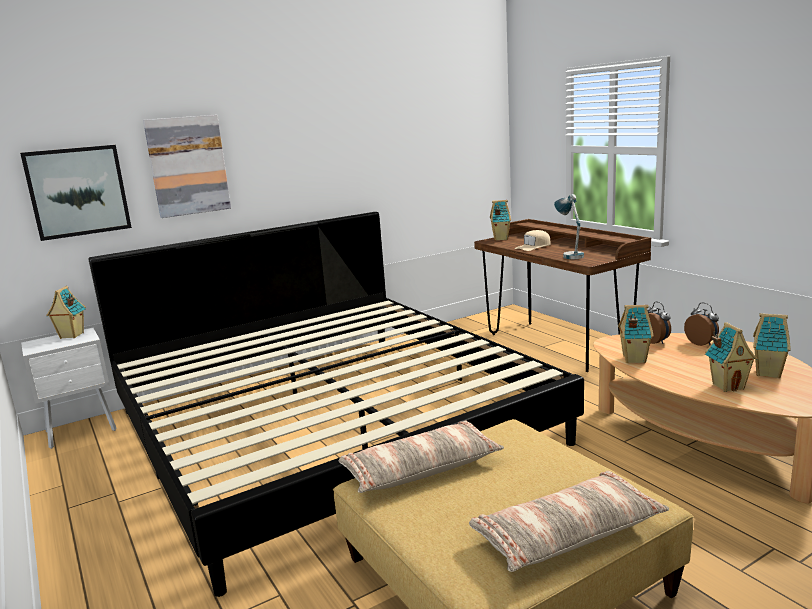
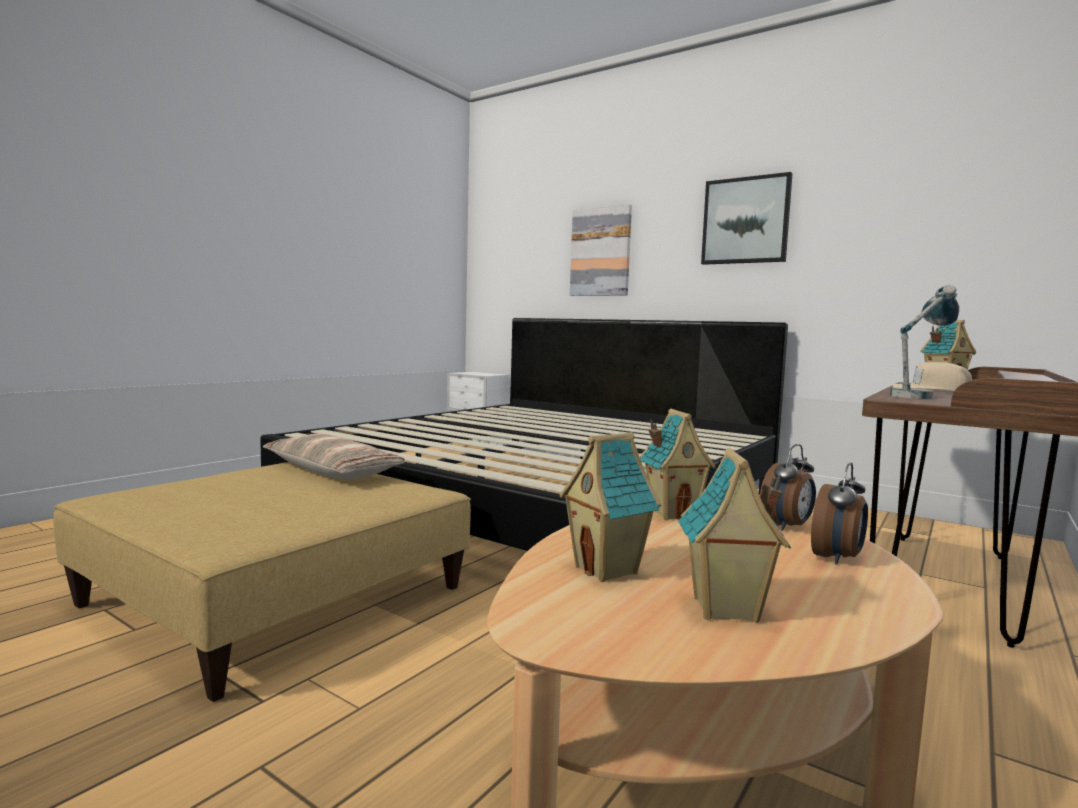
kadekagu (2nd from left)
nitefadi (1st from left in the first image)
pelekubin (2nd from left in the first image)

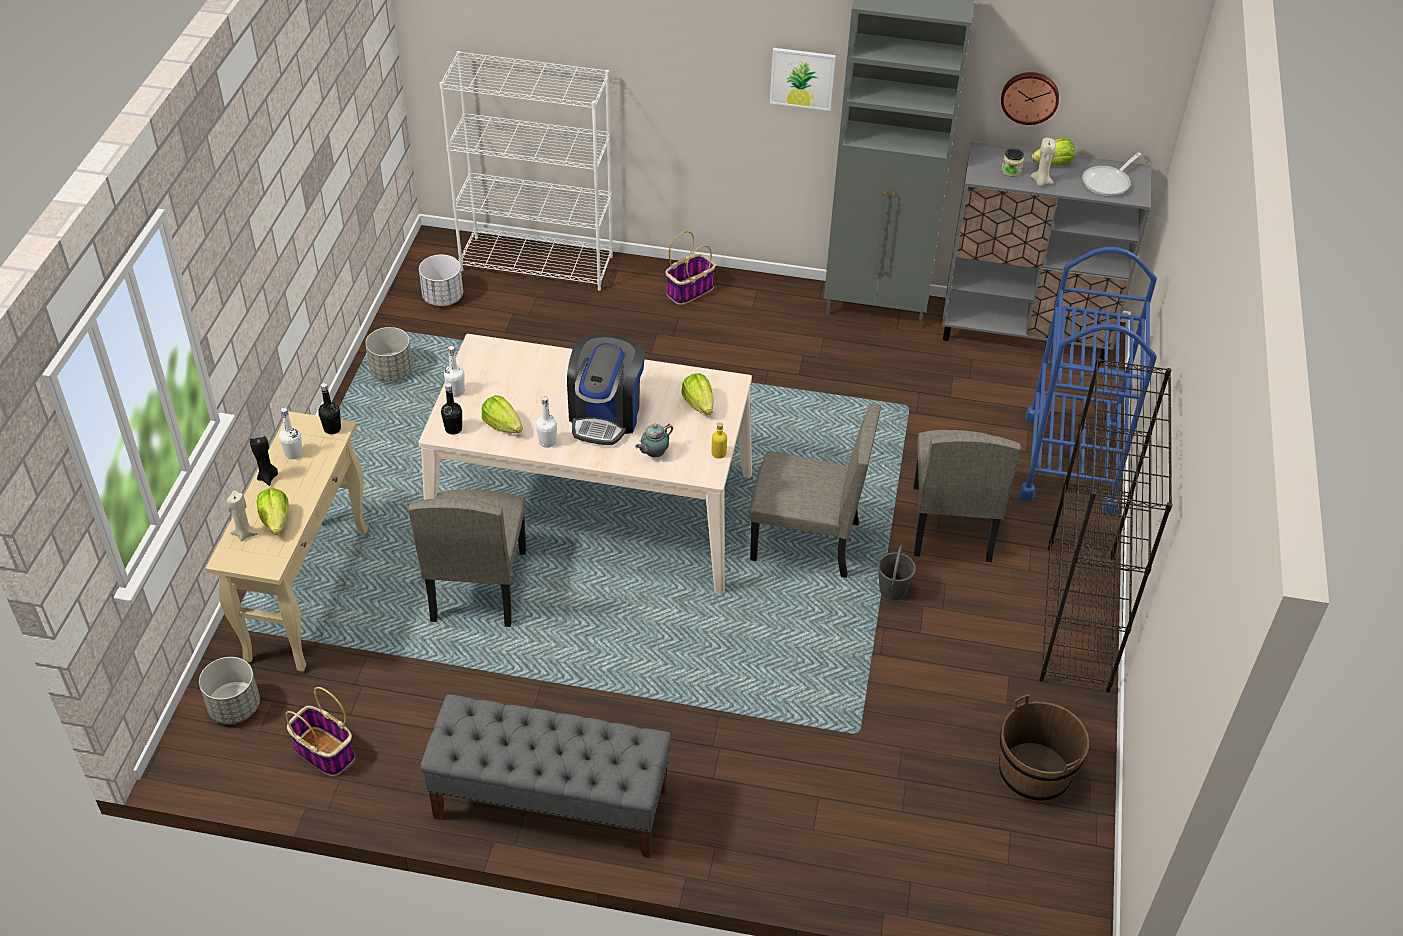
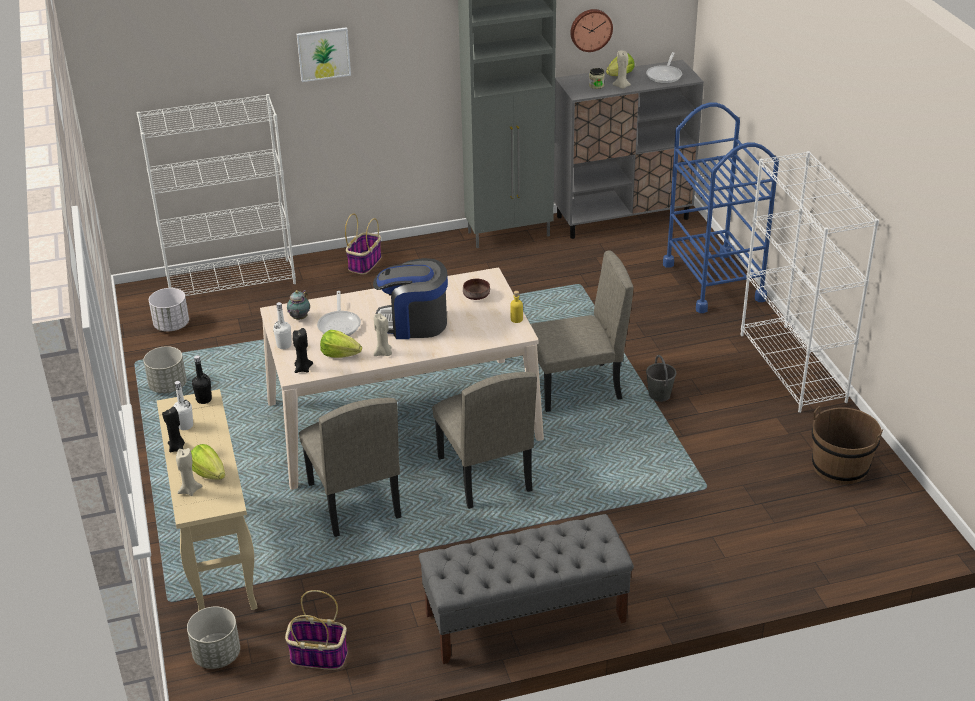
kadekagu
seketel
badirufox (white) (2nd from left)
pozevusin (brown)
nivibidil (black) (2nd from left)
nivibidil (beige) (2nd from left)
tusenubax
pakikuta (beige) (2nd from left)
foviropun (1st from left)

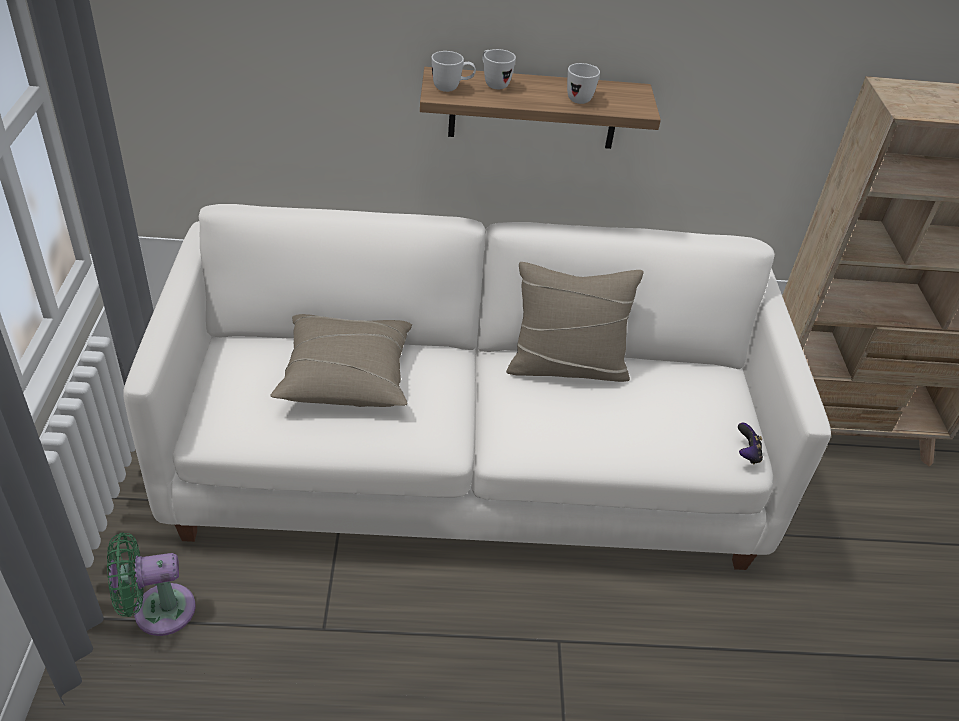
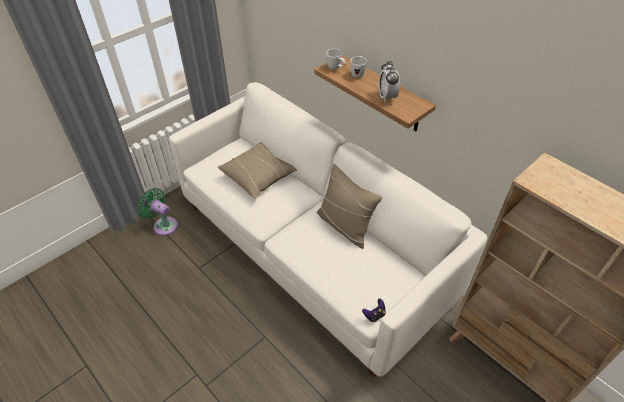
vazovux

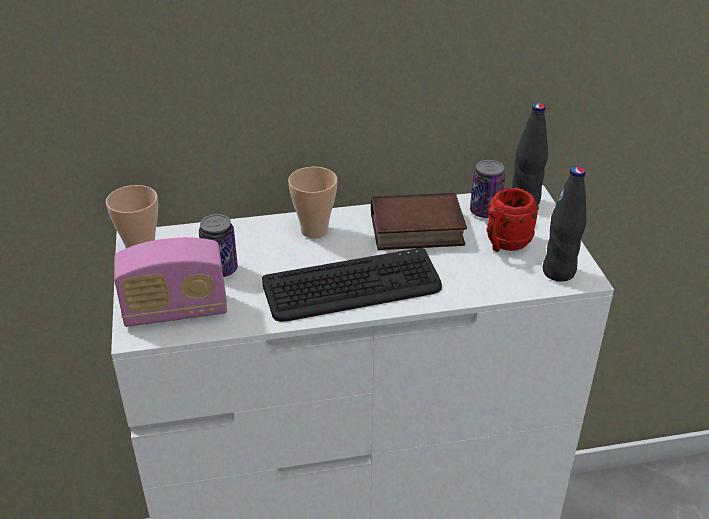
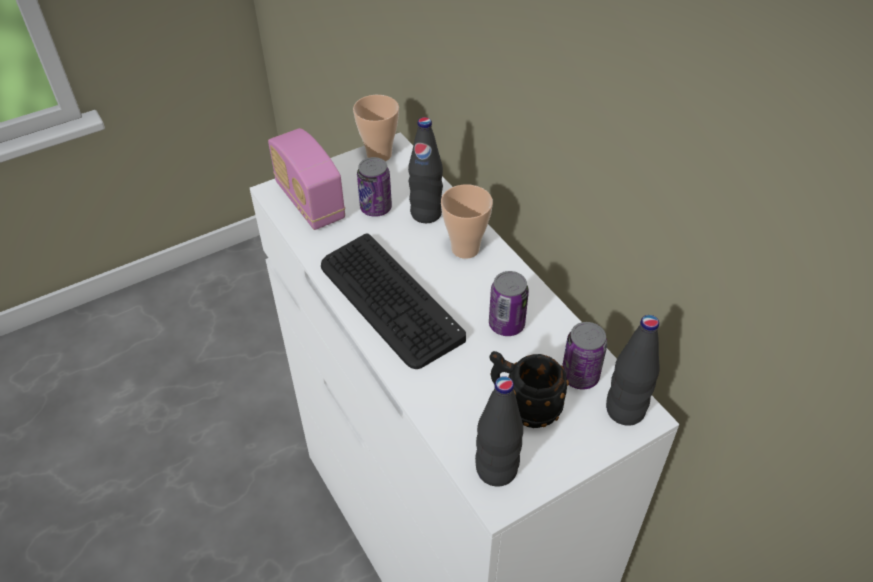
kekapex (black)
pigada (2nd from left)
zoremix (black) (1st from left)

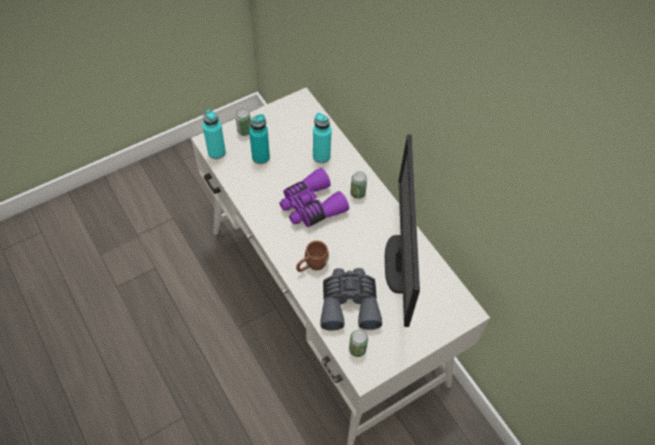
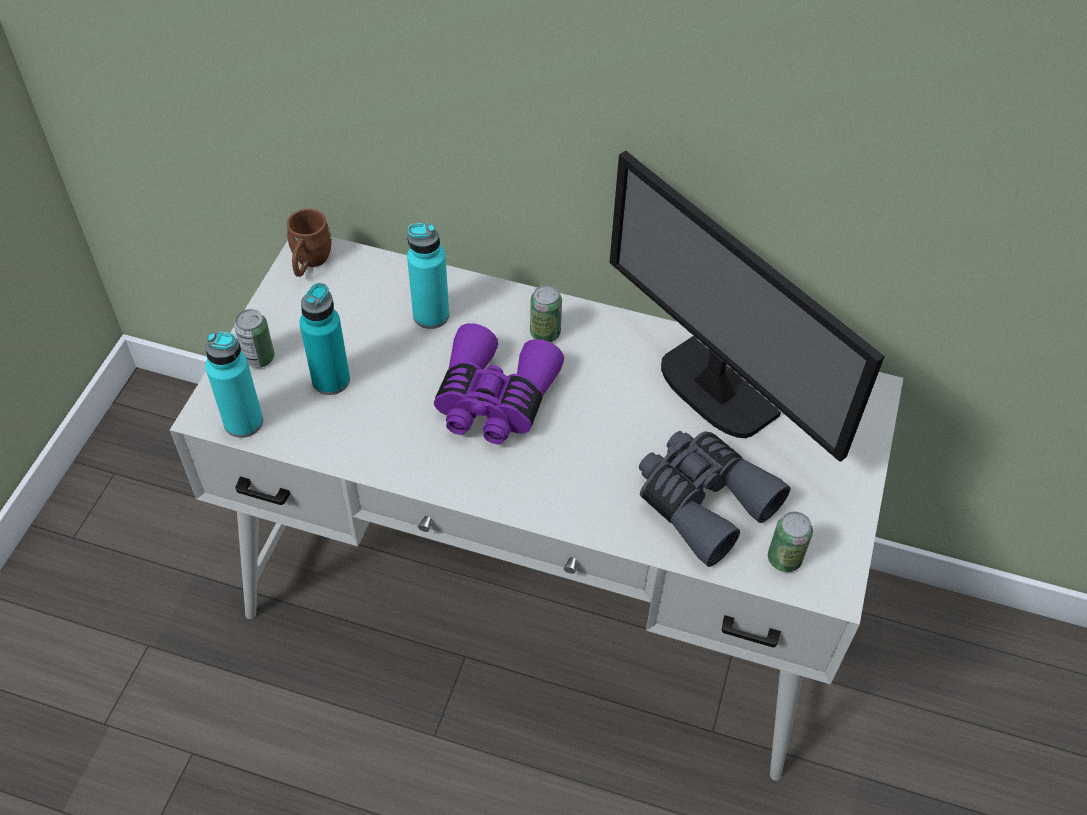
kekapex (brown)

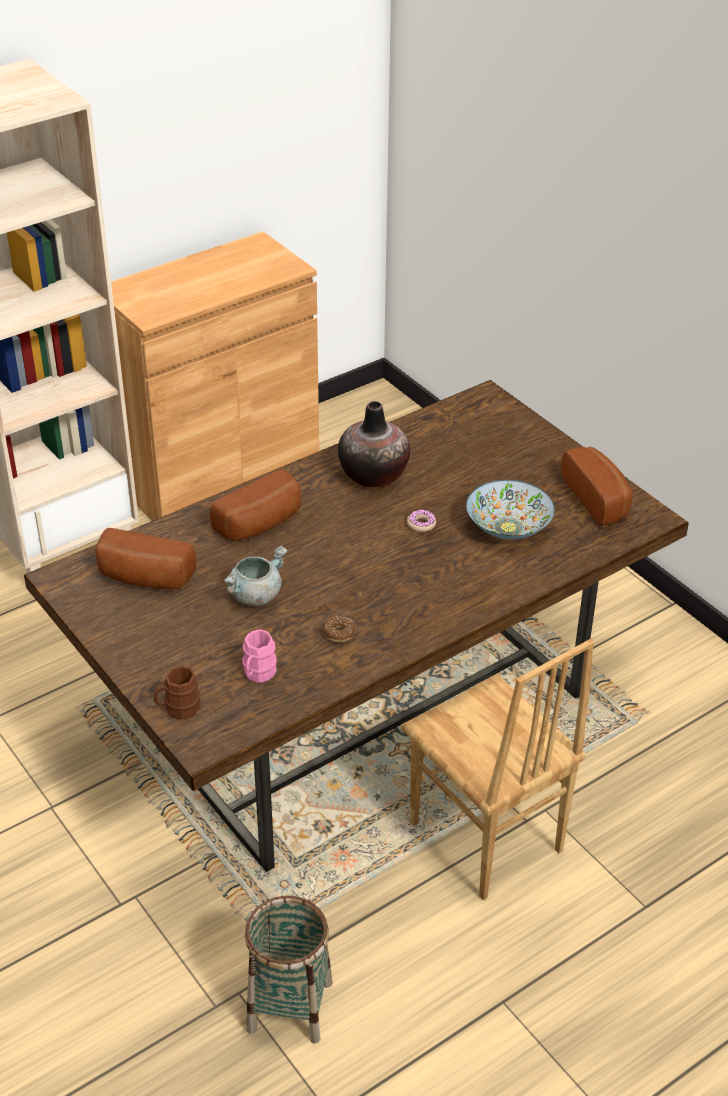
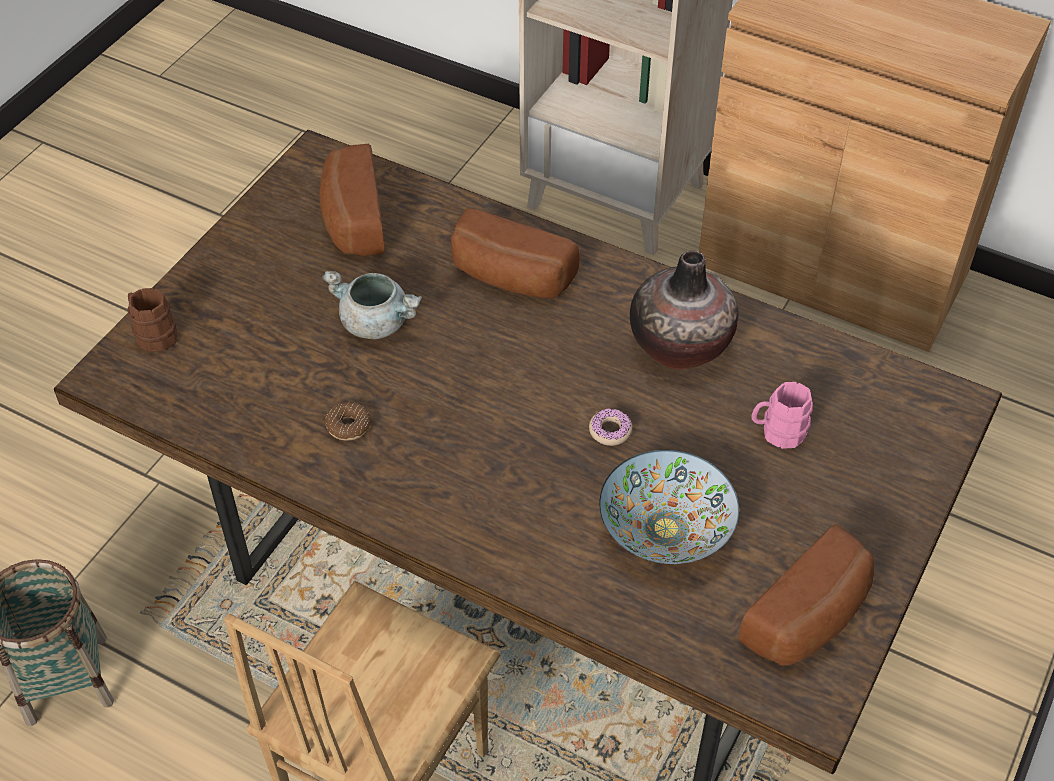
kekapex (pink)

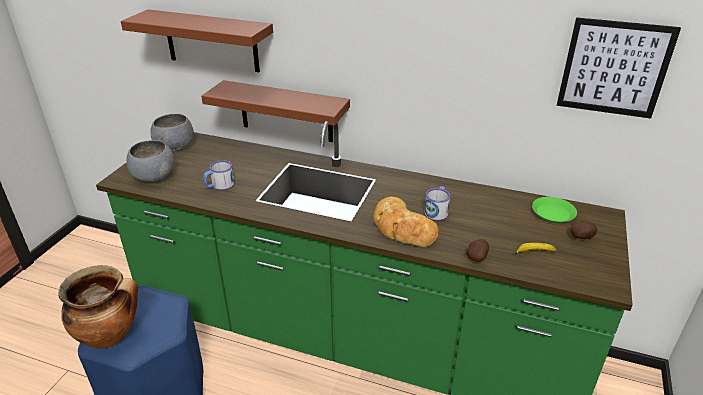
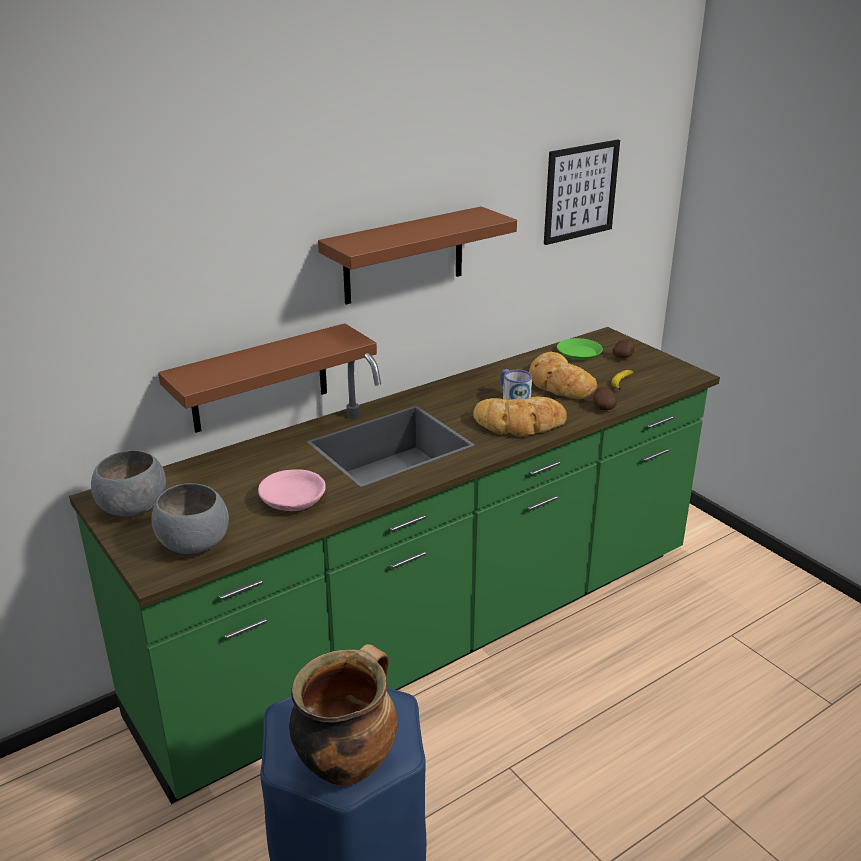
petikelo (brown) (2nd from left)
pozevusin (pink)
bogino (2nd from left)

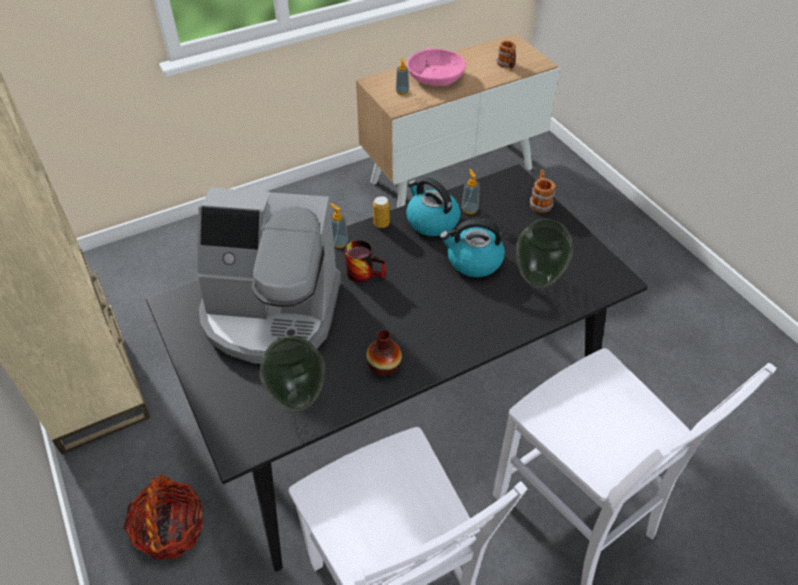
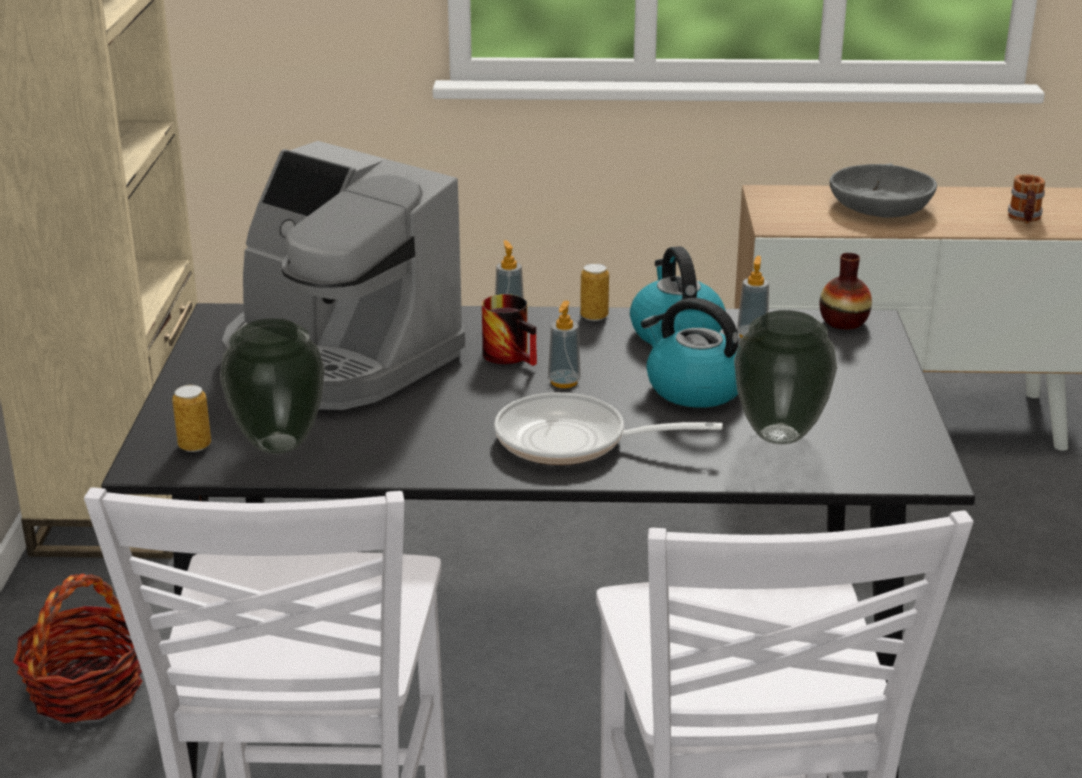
pozevusin (grey)
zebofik (2nd from left)
kekapex (3rd from left in the first image)
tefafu (3rd from left)
pigada (1st from left)
foviropun

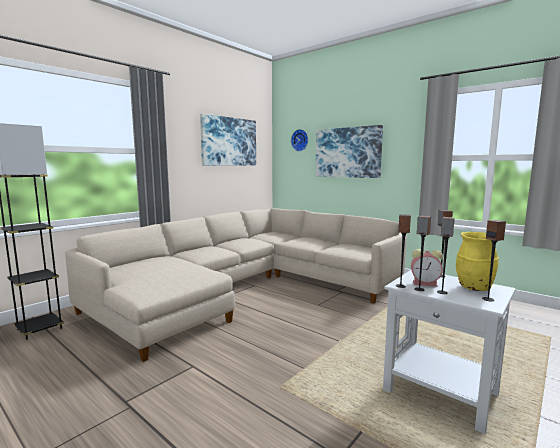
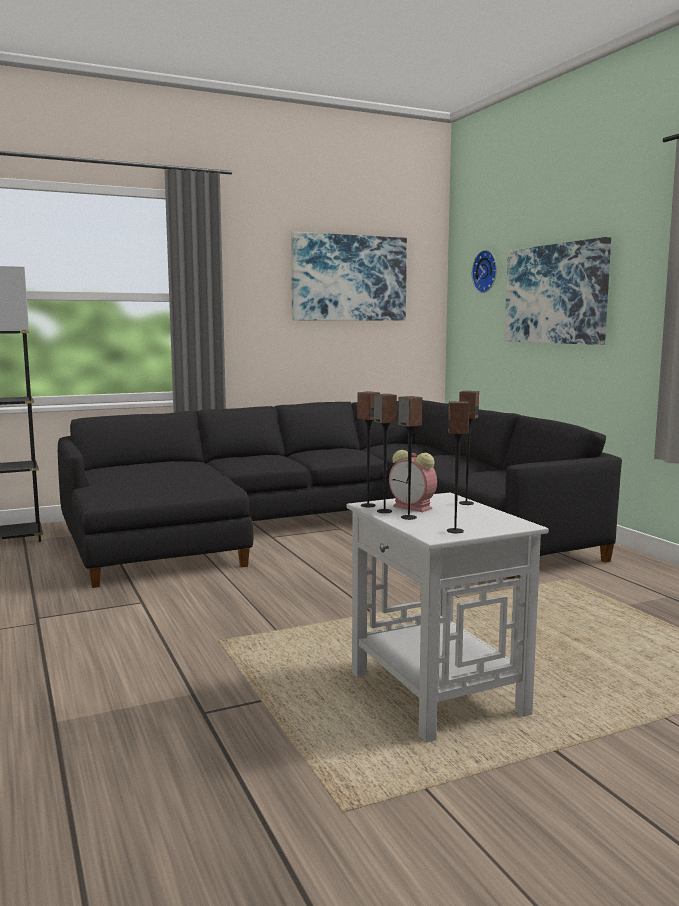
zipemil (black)
tefafu (yellow)

